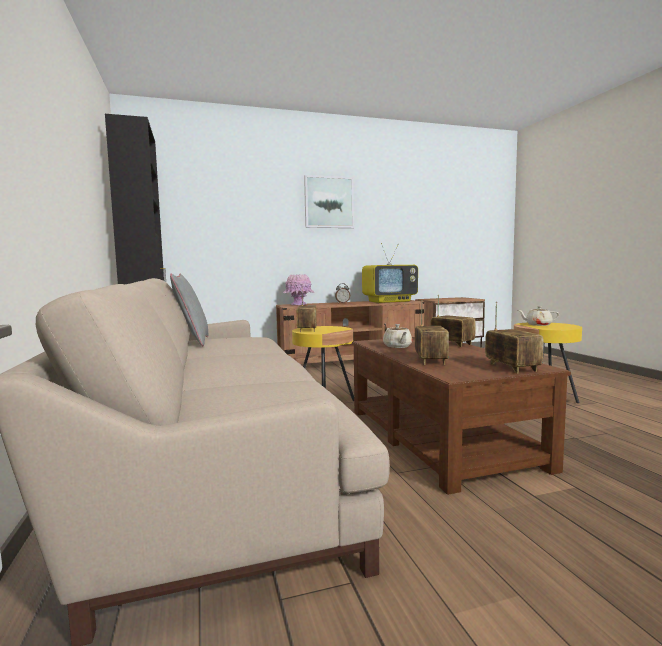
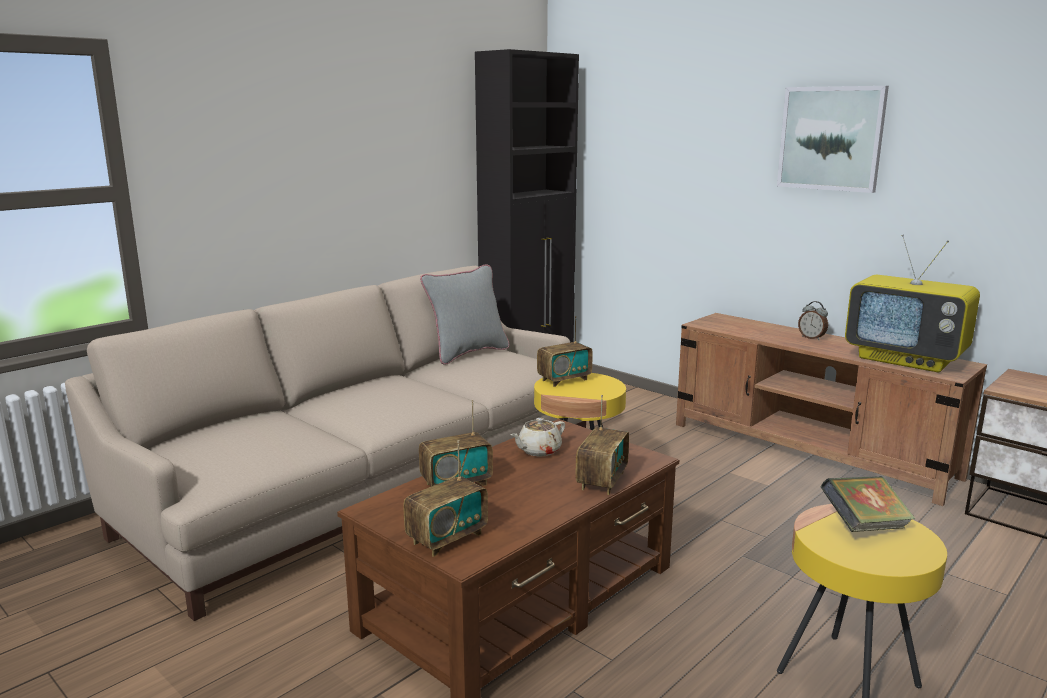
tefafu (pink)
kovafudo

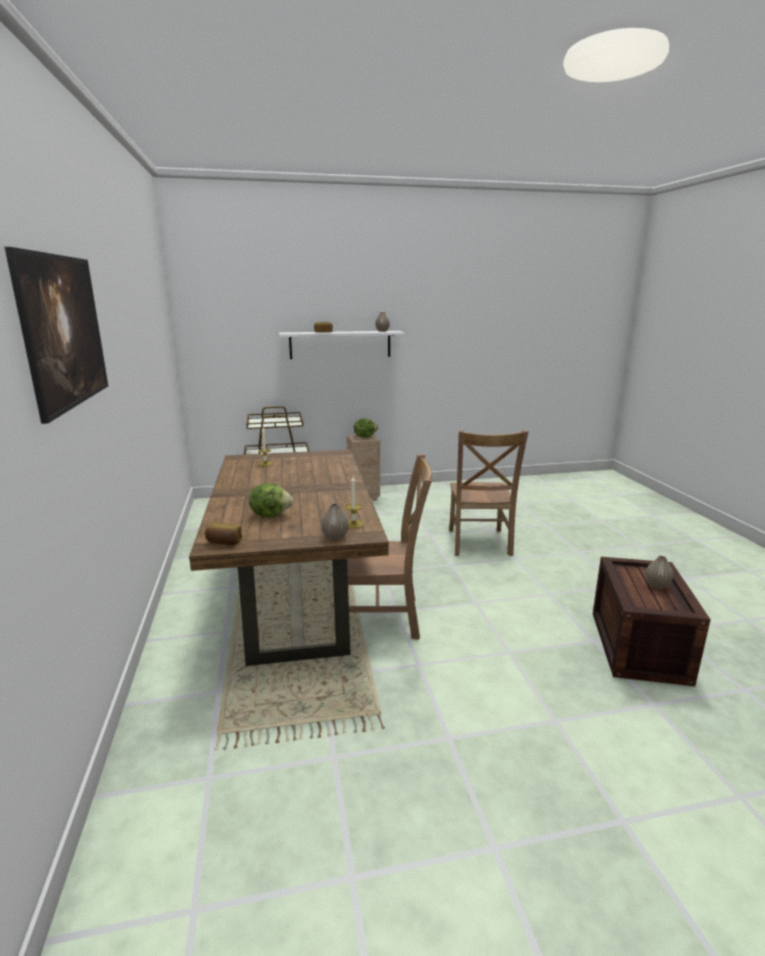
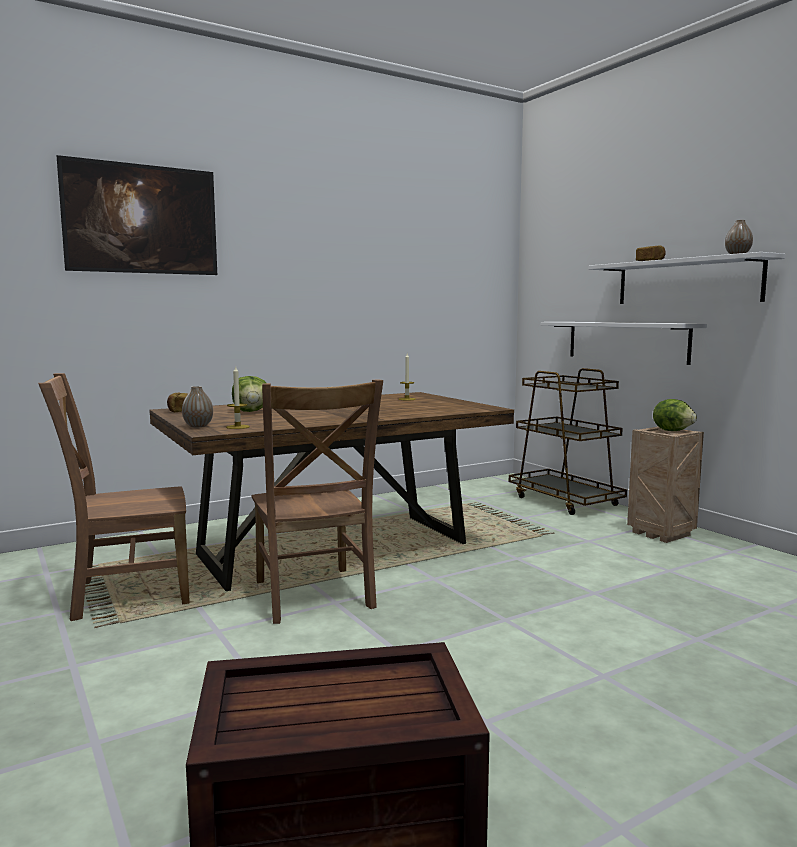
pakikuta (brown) (1st from left)
tefafu (3rd from left in the first image)
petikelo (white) (1st from left)

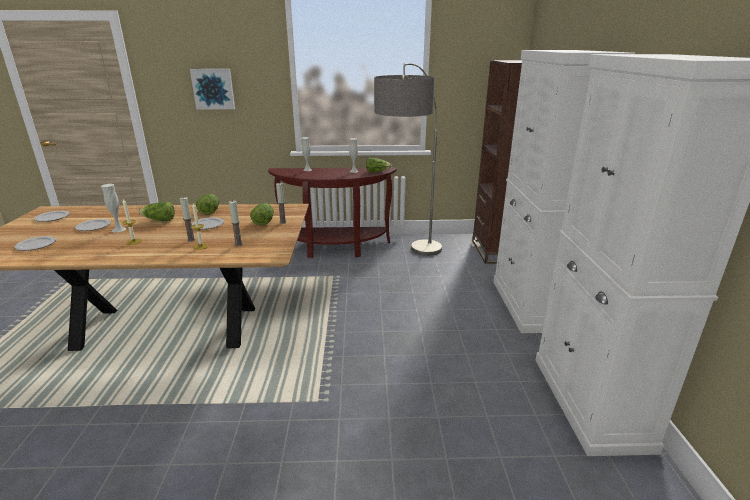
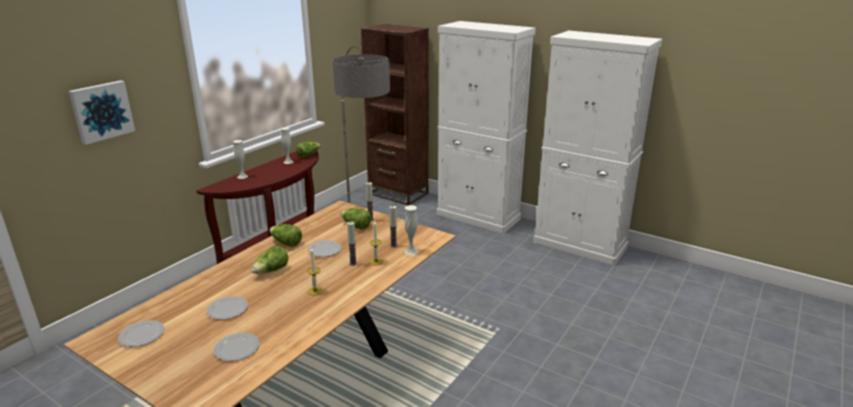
tefafu (white) (3rd from left)

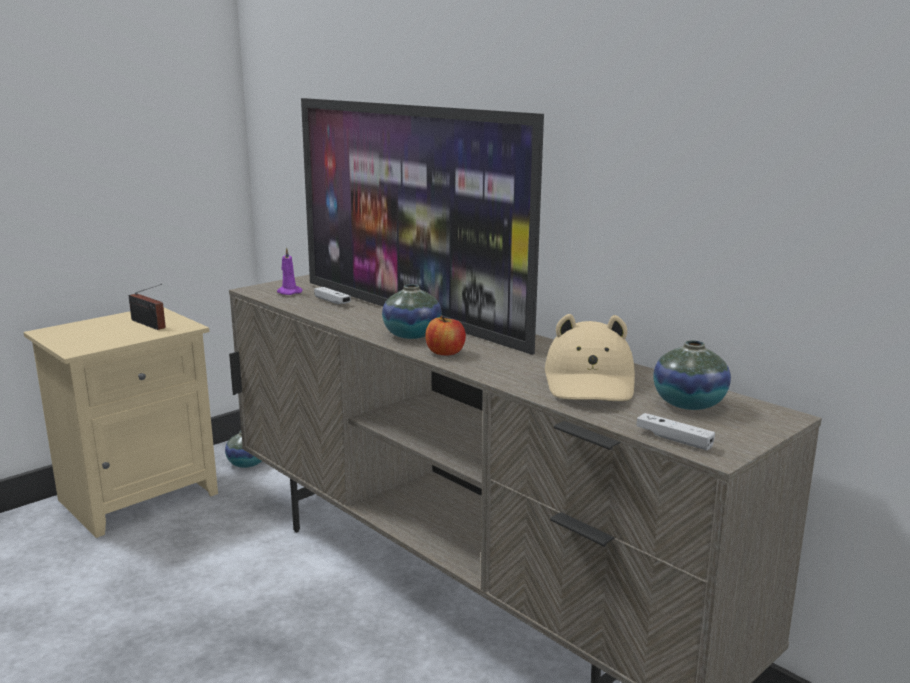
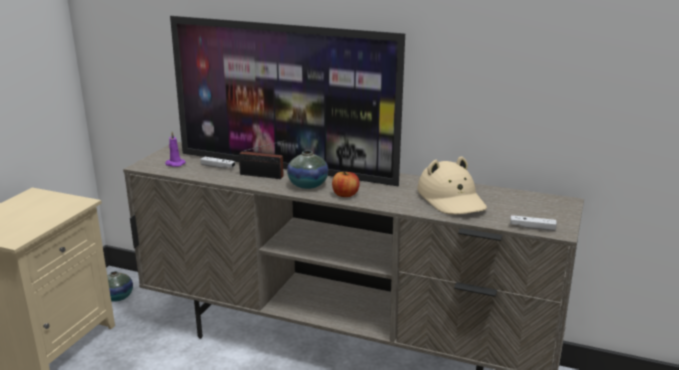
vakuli
tefafu (3rd from left in the first image)

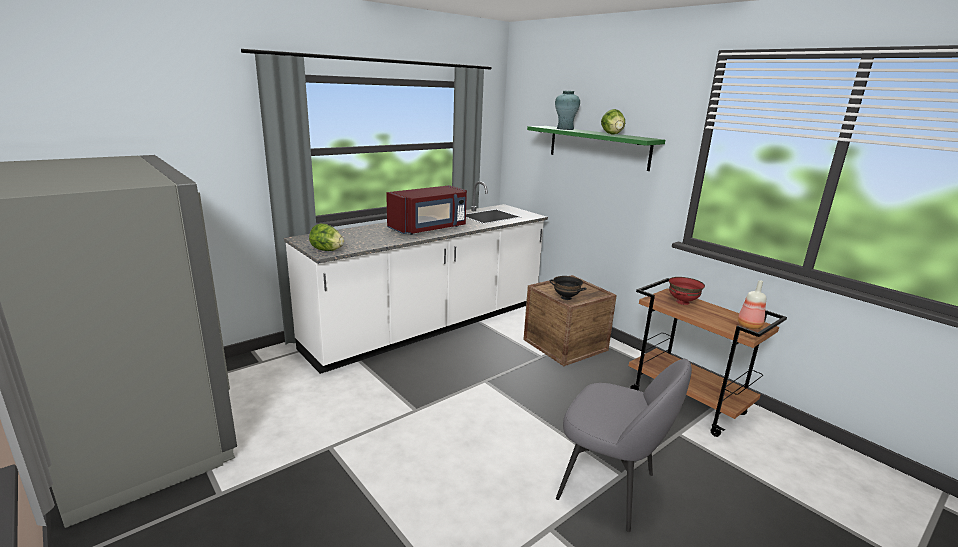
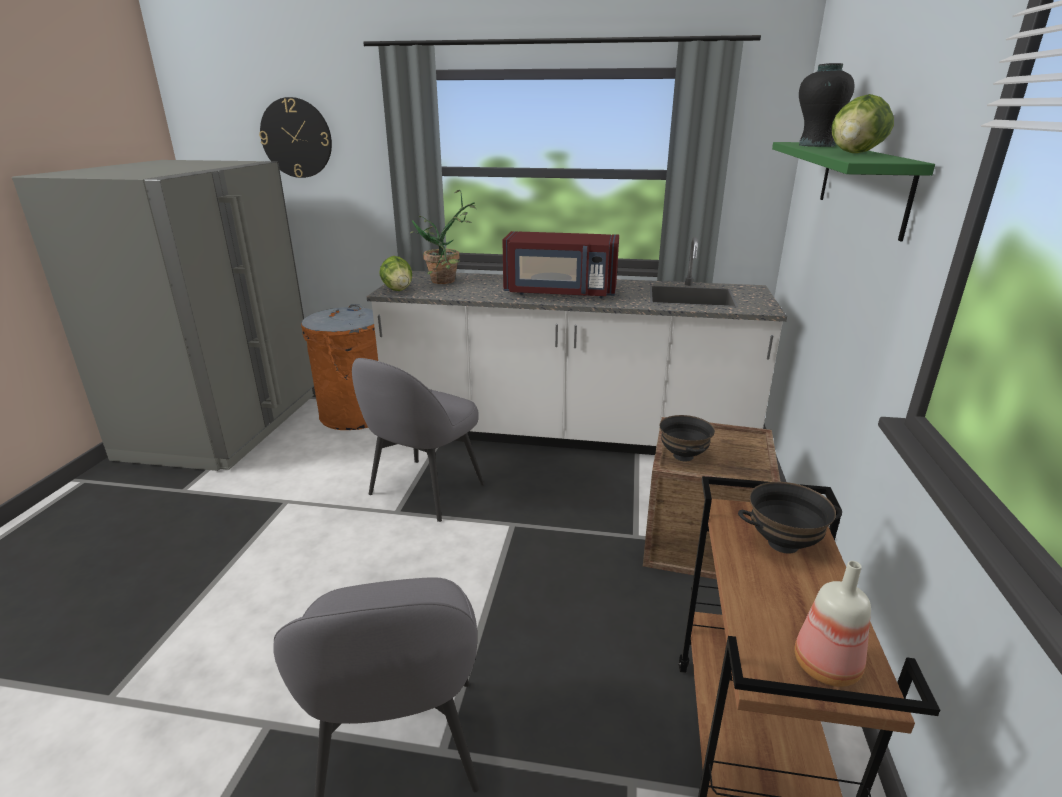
tefafu (black)
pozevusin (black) (2nd from left)
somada
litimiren
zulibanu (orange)
pakikuta (grey) (2nd from left)

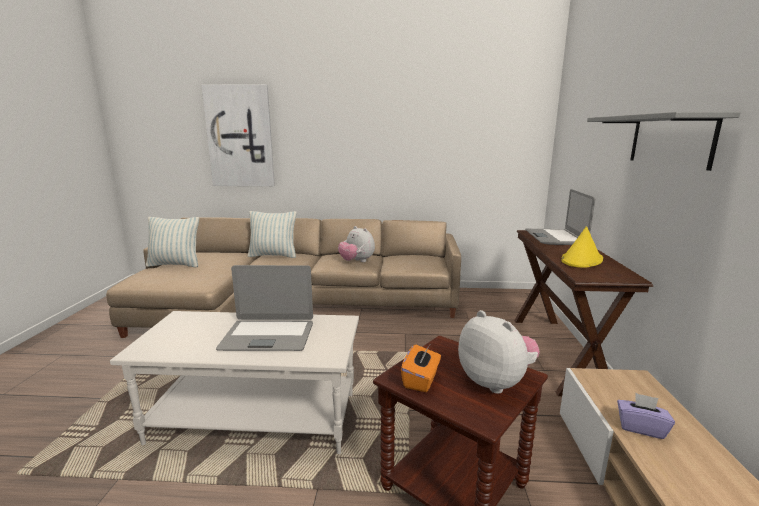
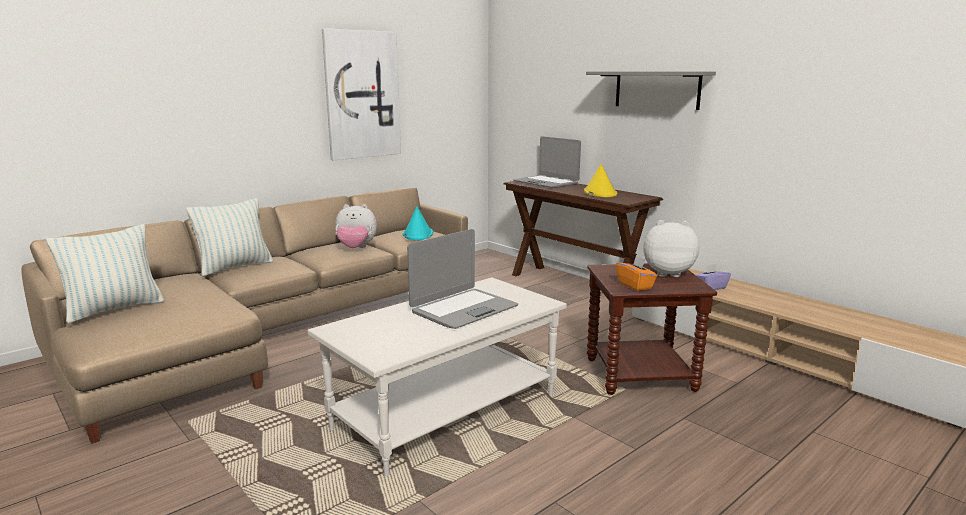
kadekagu
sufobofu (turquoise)

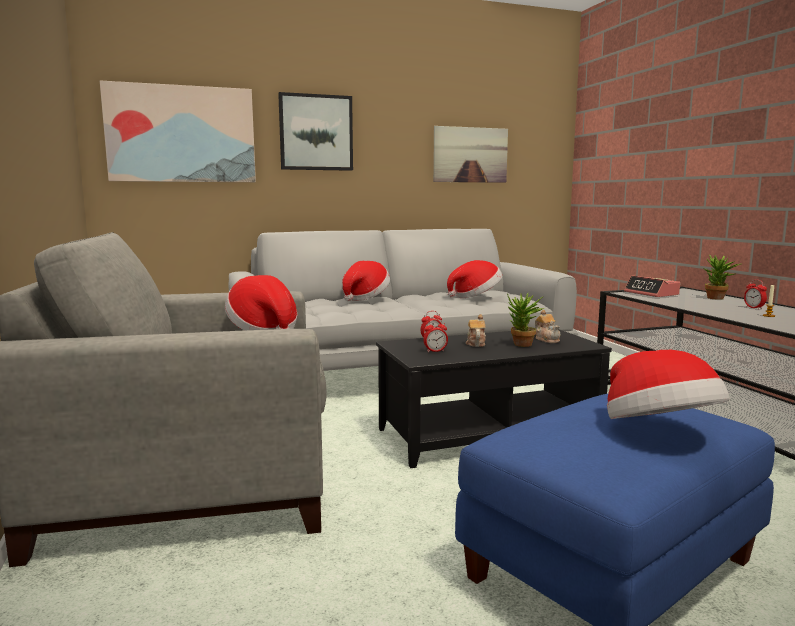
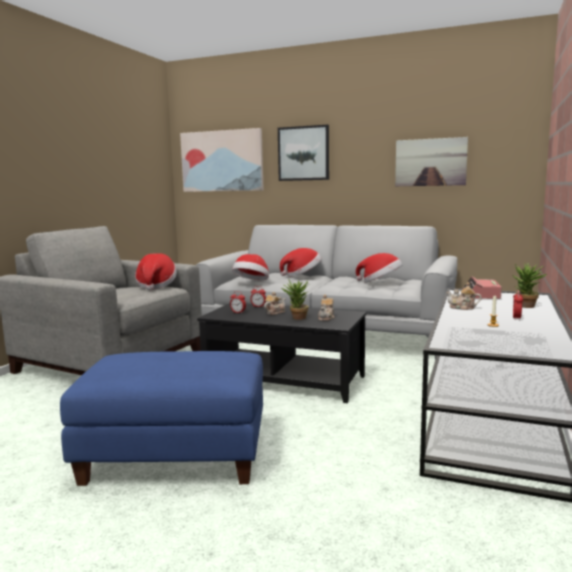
sufobofu (2nd from left)
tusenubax (3rd from left)

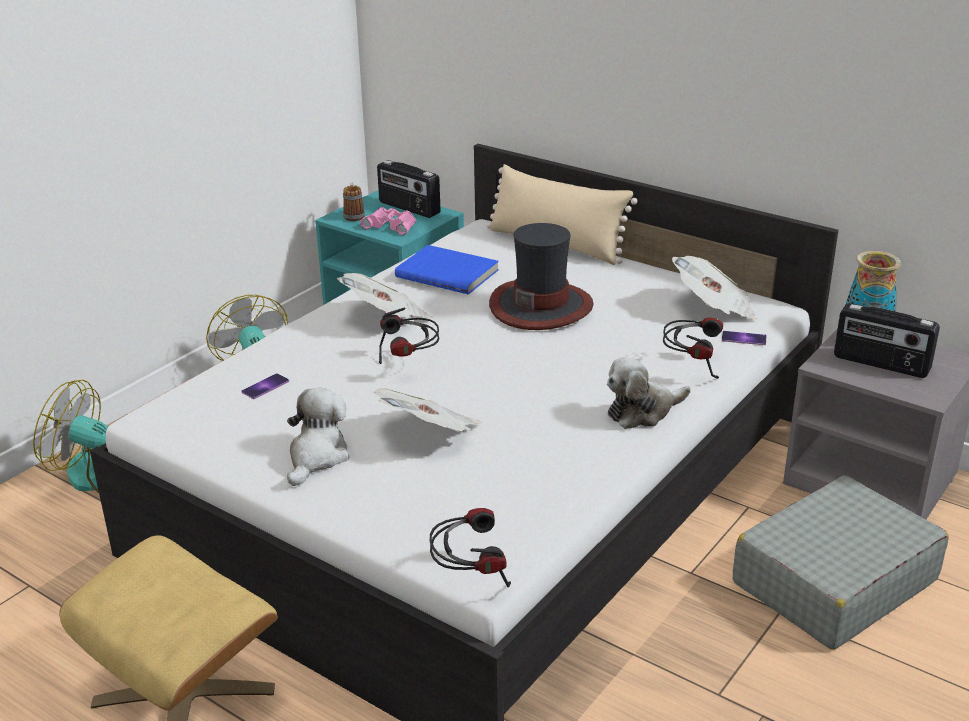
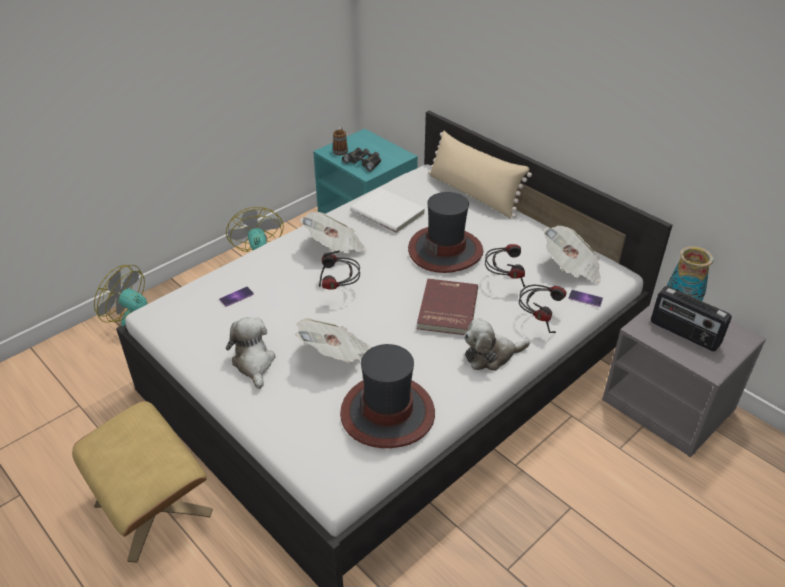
vakuli (1st from left in the first image)
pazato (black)
kovafudo (white)
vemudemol (1st from left)
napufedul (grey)
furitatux (2nd from left)
kovafudo (red)
sufobofu (1st from left)

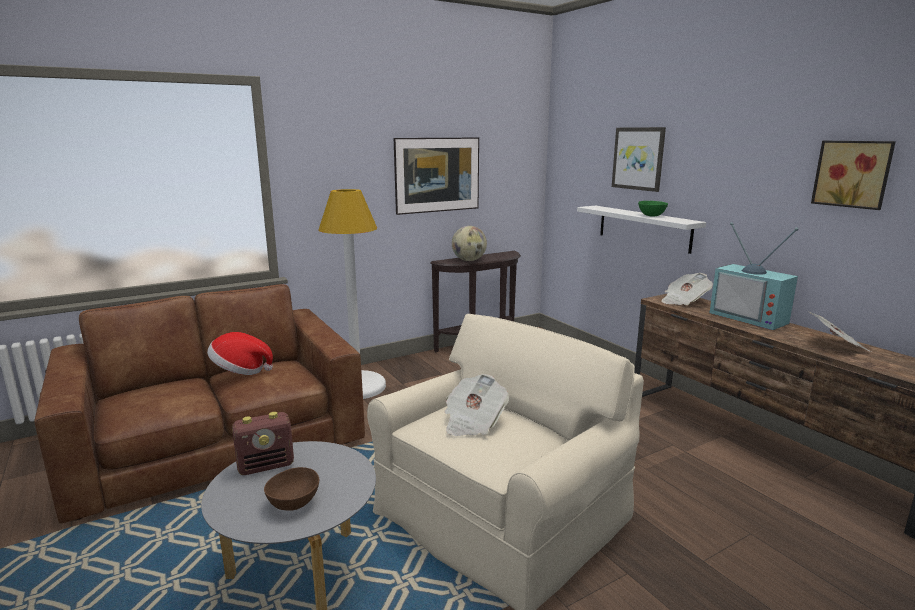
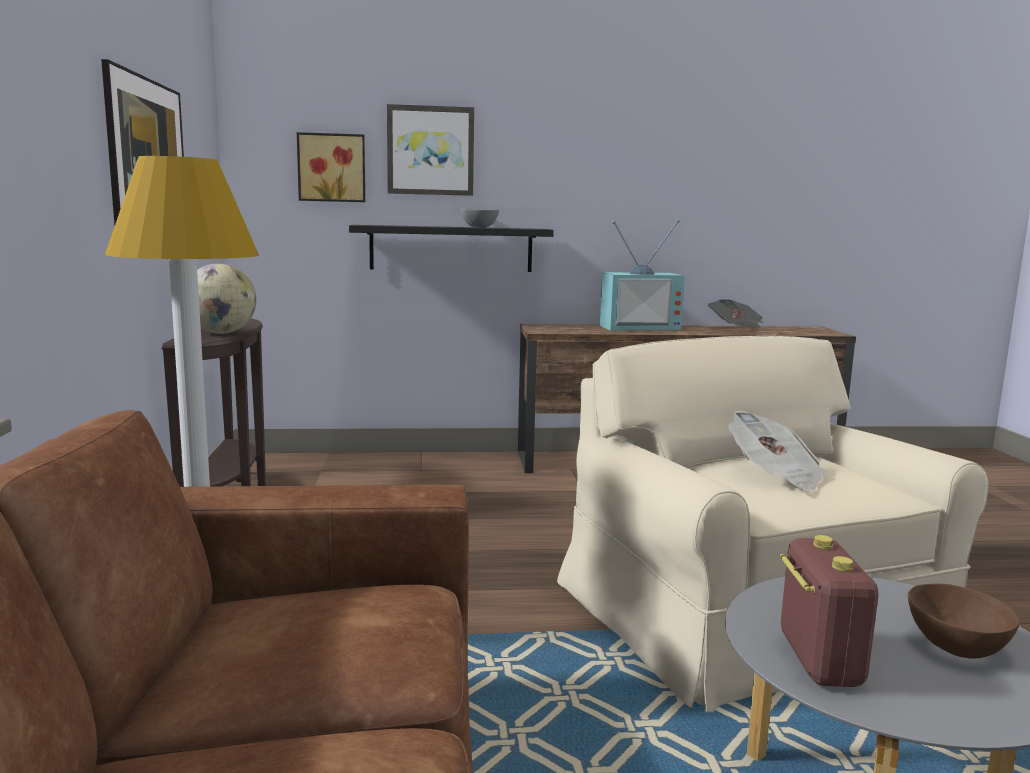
kadekagu (2nd from left)
pozevusin (grey)
petikelo (black)
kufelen (2nd from left in the first image)
sufobofu

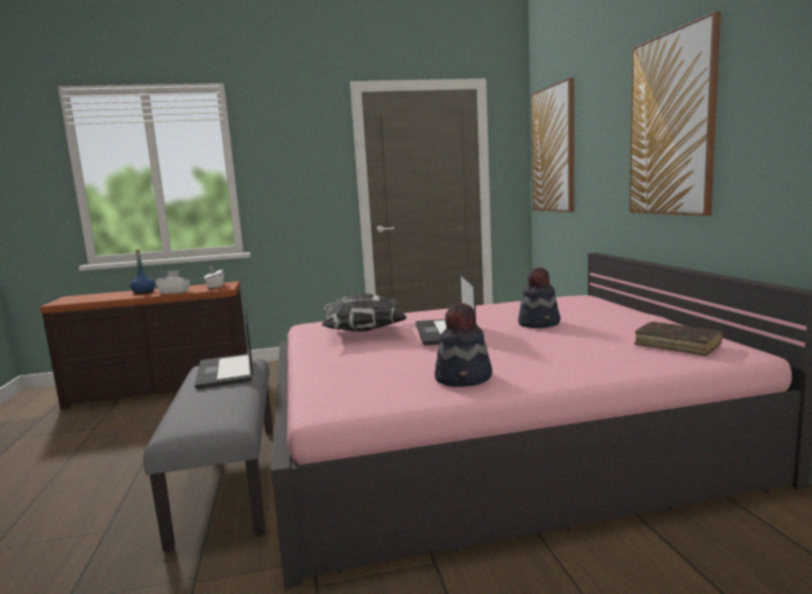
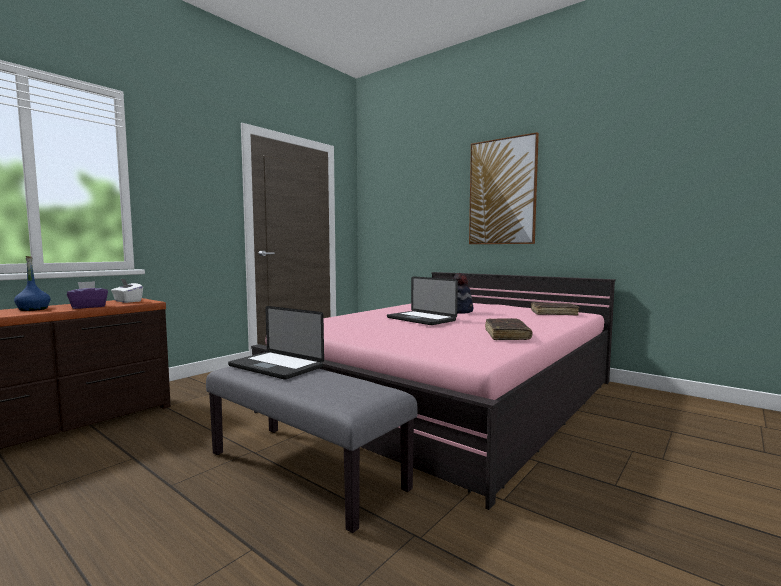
kadekagu (1st from left in the first image)
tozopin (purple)
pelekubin
kovafudo (brown) (1st from left)

